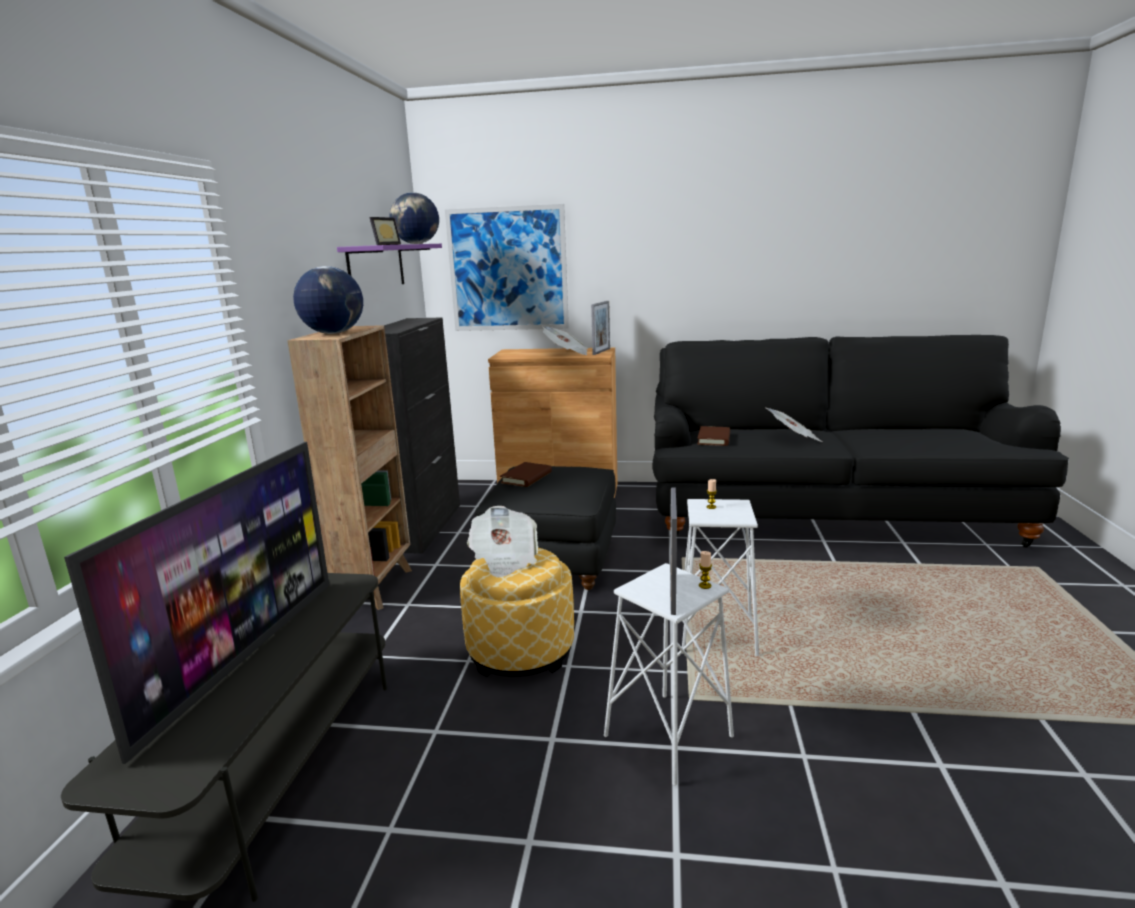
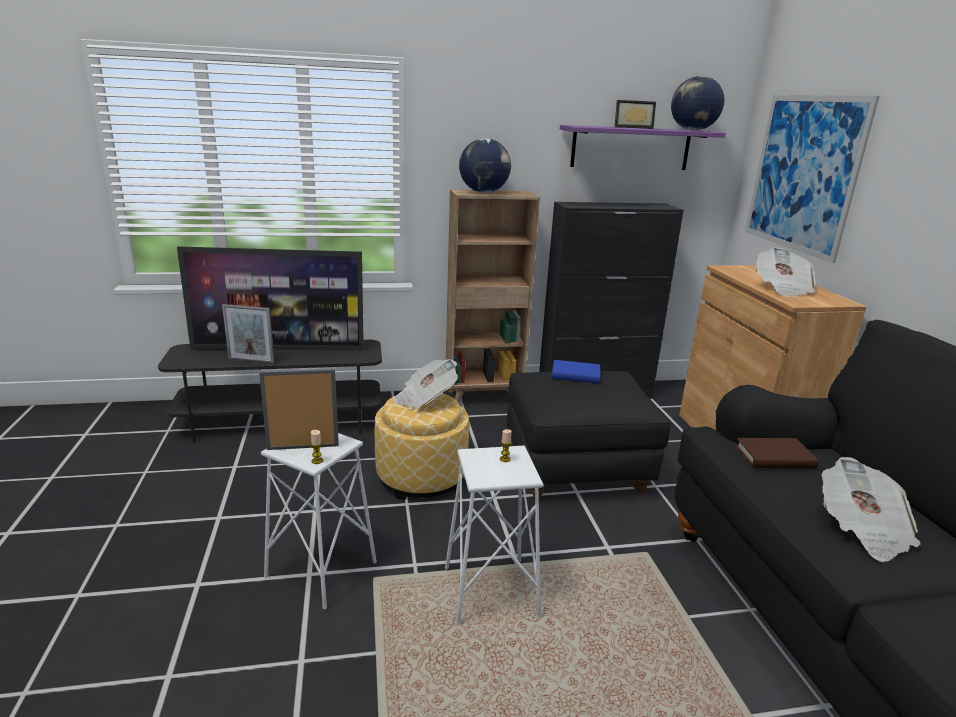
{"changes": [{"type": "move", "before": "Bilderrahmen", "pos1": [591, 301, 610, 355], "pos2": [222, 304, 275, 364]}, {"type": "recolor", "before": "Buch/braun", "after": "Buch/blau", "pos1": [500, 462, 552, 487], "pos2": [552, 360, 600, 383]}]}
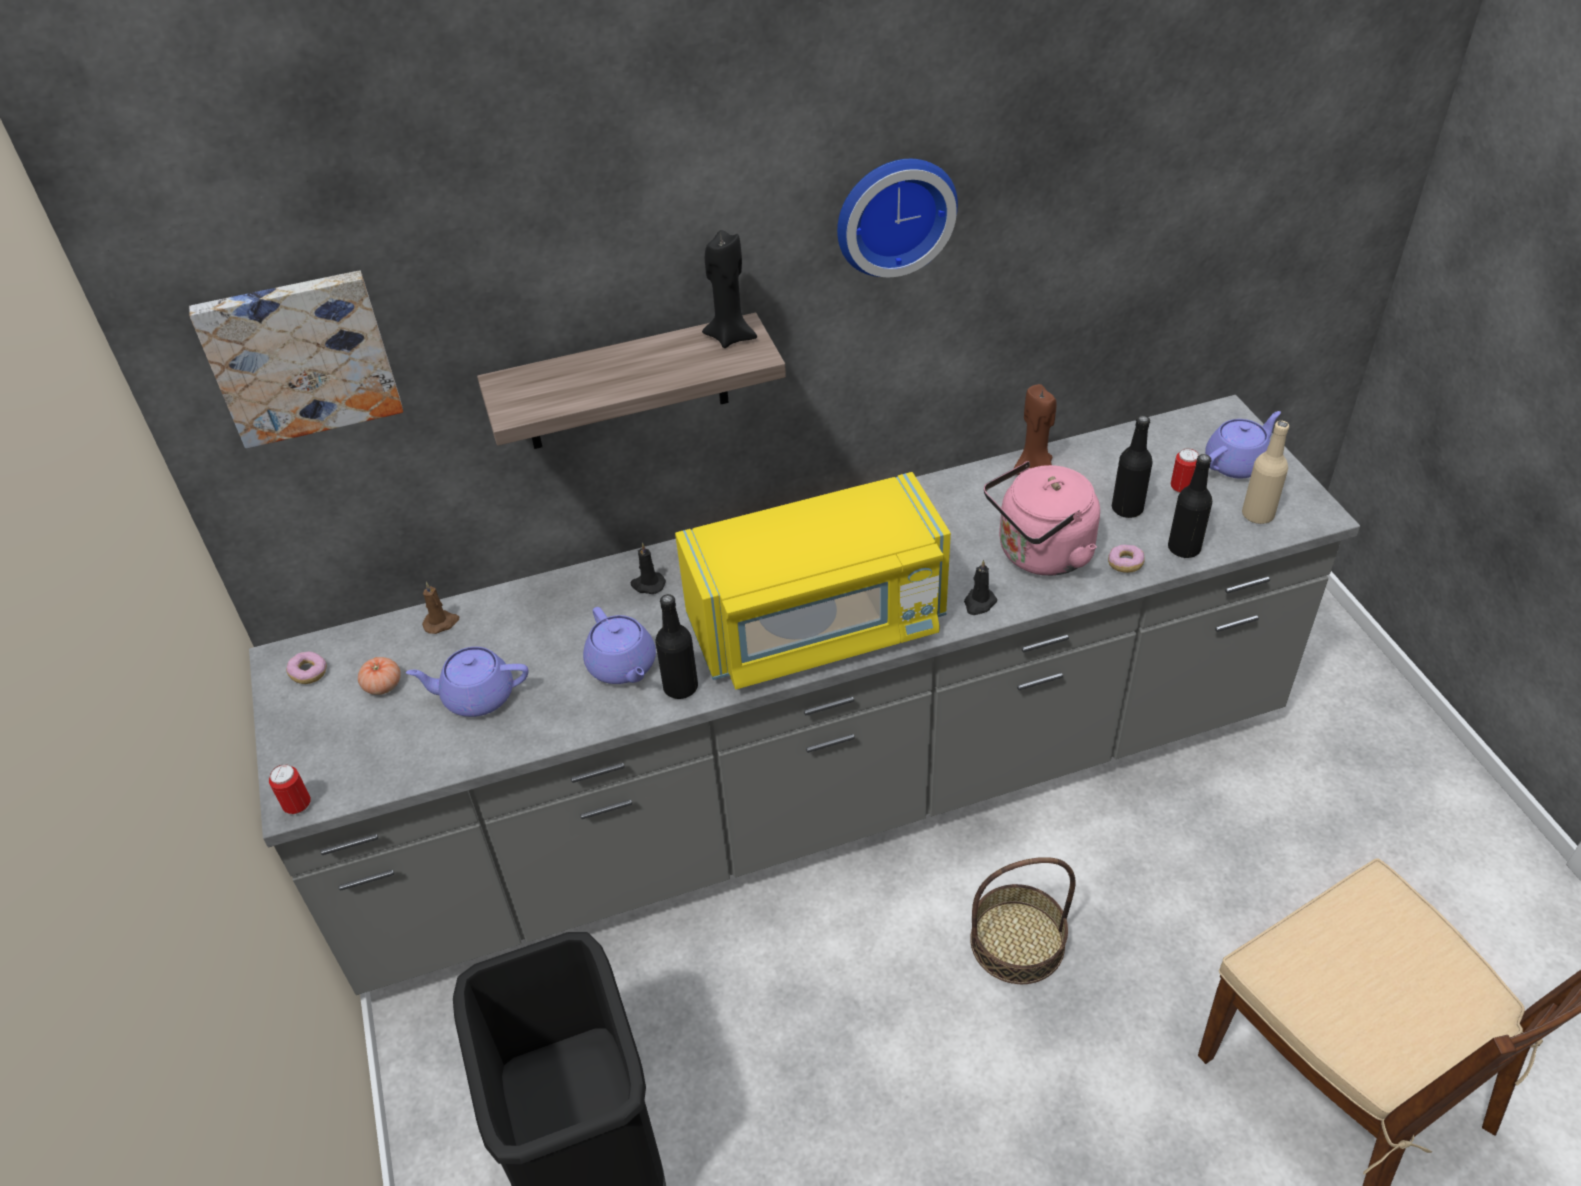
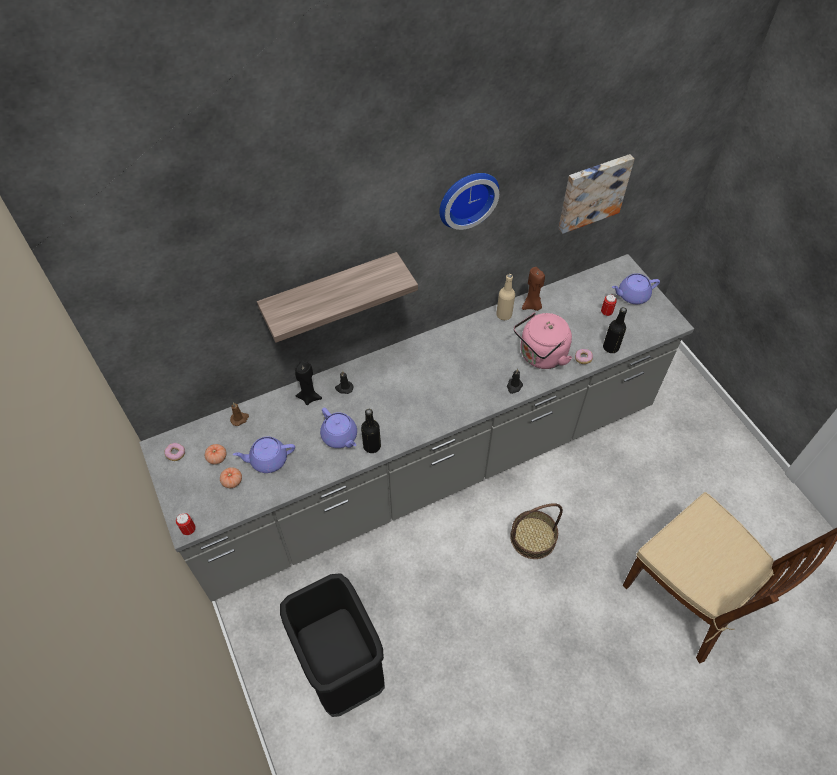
{"changes": [{"type": "insert", "after": "Tomate", "pos2": [220, 467, 242, 488]}, {"type": "move", "before": "Kerze/schwarz", "pos1": [702, 230, 757, 348], "pos2": [295, 360, 322, 405]}, {"type": "move", "before": "Flasche/beige", "pos1": [1242, 421, 1289, 524], "pos2": [496, 274, 515, 320]}, {"type": "move", "before": "Bild", "pos1": [189, 271, 403, 449], "pos2": [558, 154, 635, 234]}, {"type": "rotate", "before": "Teekanne/lila", "pos1": [1205, 411, 1281, 479], "pos2": [612, 273, 660, 304], "turn": -150}, {"type": "delete", "before": "Mikrowelle/gelb", "pos1": [675, 472, 951, 690]}, {"type": "delete", "before": "Flasche/schwarz", "pos1": [1112, 415, 1153, 518]}]}
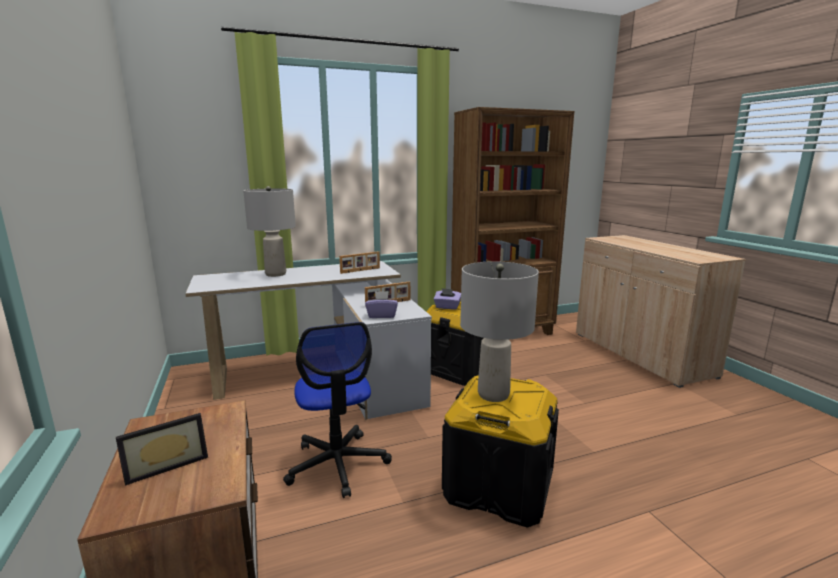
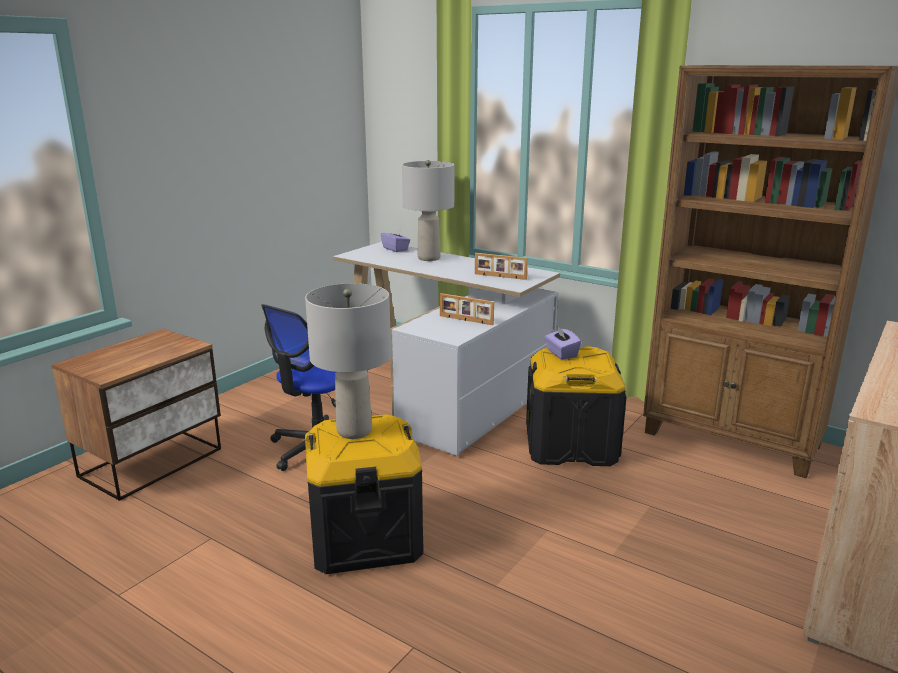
{"changes": [{"type": "move", "before": "Taschentuchbox/lila", "pos1": [365, 291, 398, 318], "pos2": [381, 227, 410, 252]}, {"type": "delete", "before": "Bilderrahmen", "pos1": [116, 413, 208, 486]}]}
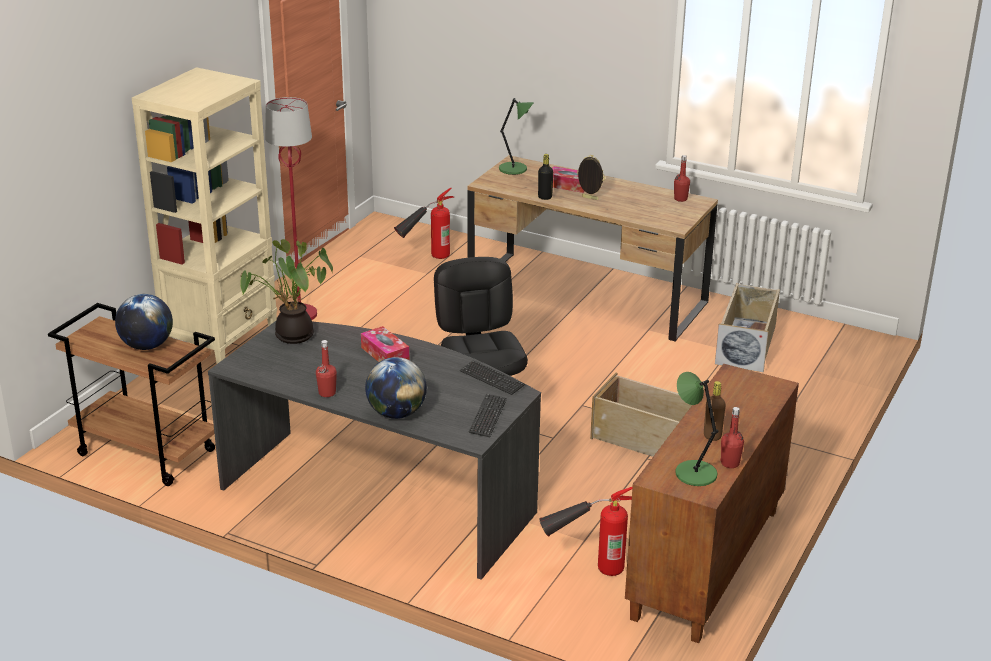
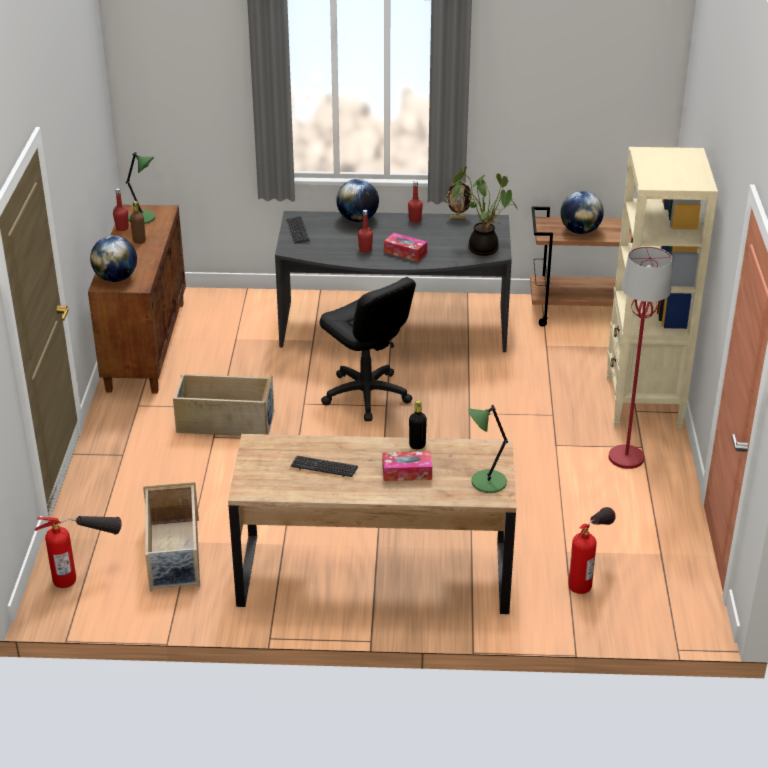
{"changes": [{"type": "move", "before": "Feuerlöscher", "pos1": [540, 486, 633, 576], "pos2": [34, 516, 122, 588]}, {"type": "insert", "after": "Globus", "pos2": [90, 236, 137, 282]}, {"type": "move", "before": "Tastatur", "pos1": [460, 360, 525, 395], "pos2": [291, 456, 358, 477]}, {"type": "move", "before": "Flasche/rot", "pos1": [674, 155, 690, 202], "pos2": [358, 210, 373, 253]}, {"type": "move", "before": "Bilderrahmen", "pos1": [577, 155, 605, 200], "pos2": [445, 181, 473, 219]}]}
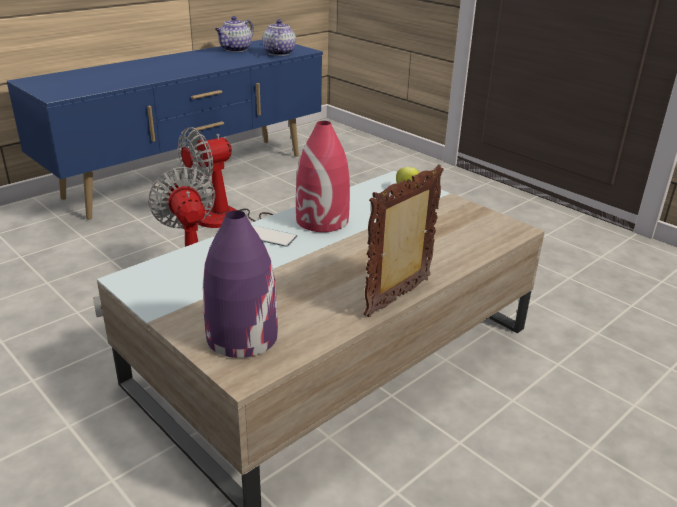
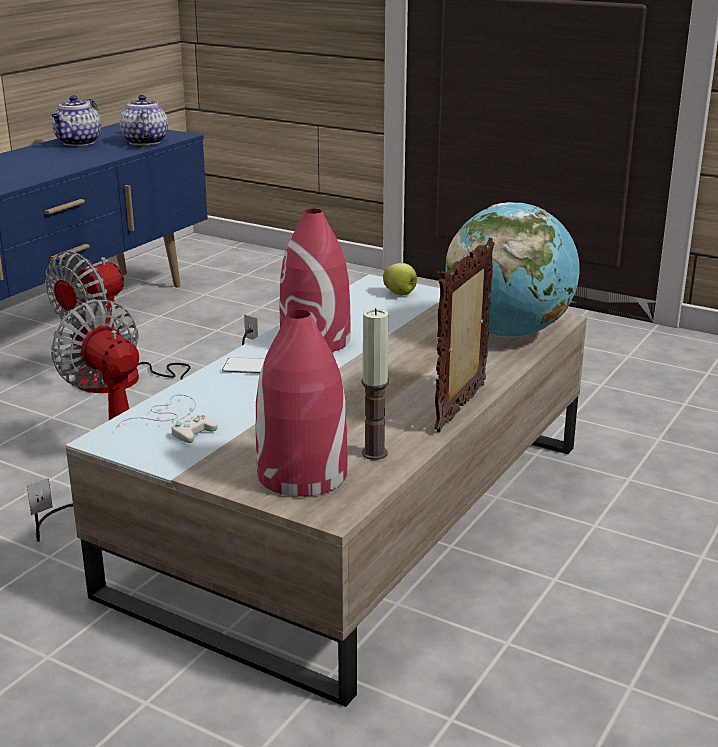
{"changes": [{"type": "insert", "after": "Gamepad/weiß", "pos2": [116, 395, 218, 443]}, {"type": "recolor", "before": "Vase/lila", "after": "Vase/rot", "pos1": [203, 211, 278, 358], "pos2": [256, 310, 348, 497]}, {"type": "insert", "after": "Kerze", "pos2": [361, 308, 389, 460]}, {"type": "insert", "after": "Globus", "pos2": [446, 202, 580, 337]}]}
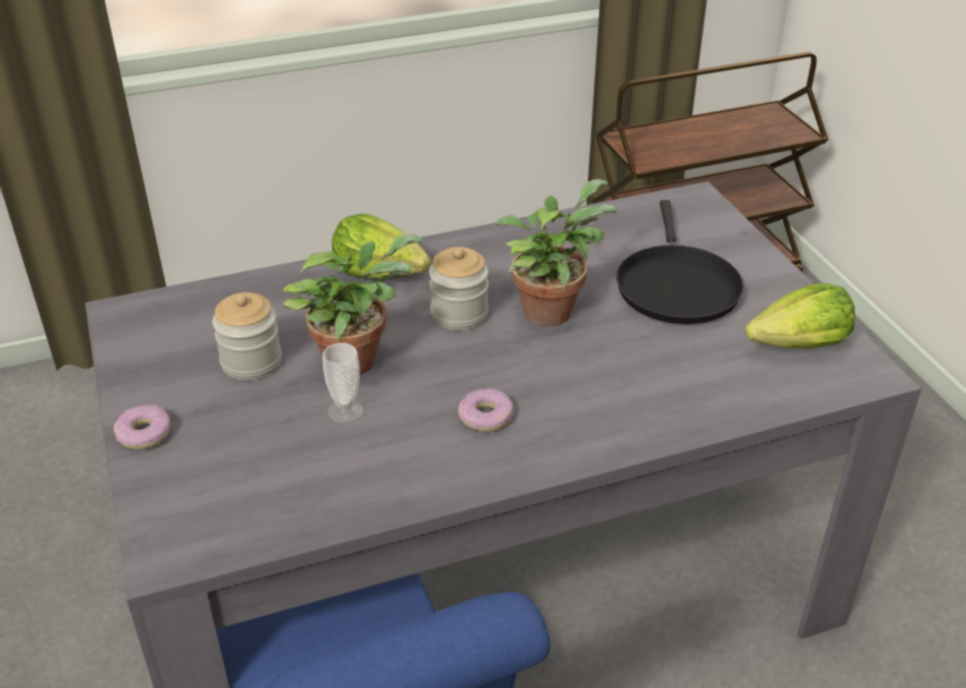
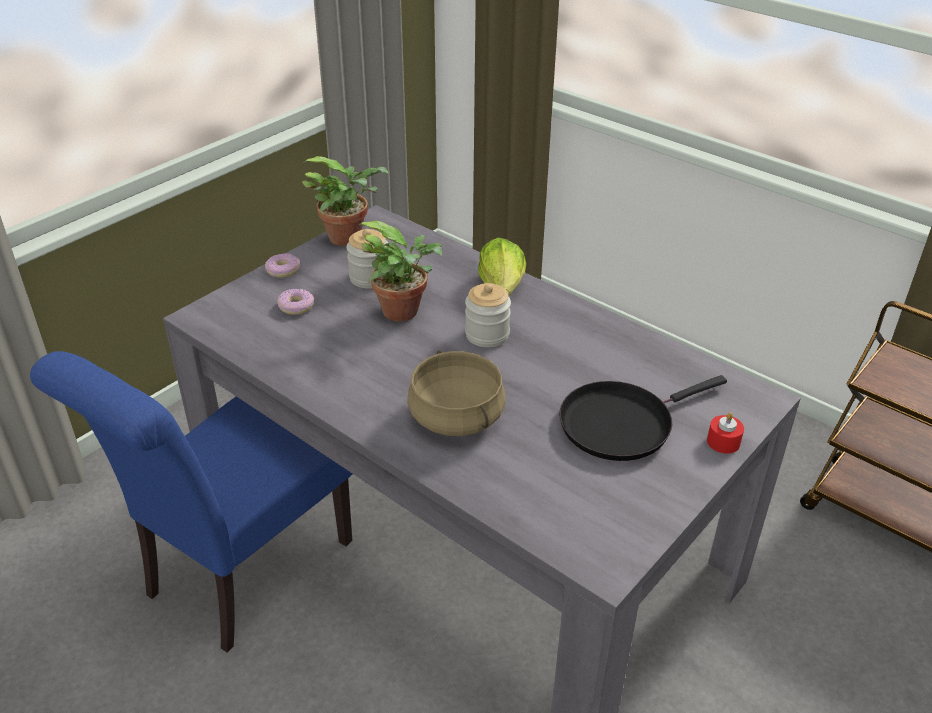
{"changes": [{"type": "move", "before": "Donut", "pos1": [458, 389, 513, 432], "pos2": [277, 289, 314, 315]}, {"type": "move", "before": "Topfpflanze", "pos1": [495, 179, 616, 327], "pos2": [302, 156, 388, 246]}, {"type": "insert", "after": "Kochtopf/beige", "pos2": [407, 350, 505, 436]}, {"type": "insert", "after": "Kerze/rot", "pos2": [707, 412, 744, 454]}, {"type": "delete", "before": "Tasse", "pos1": [322, 343, 364, 423]}, {"type": "delete", "before": "Salatkopf", "pos1": [745, 283, 855, 349]}]}
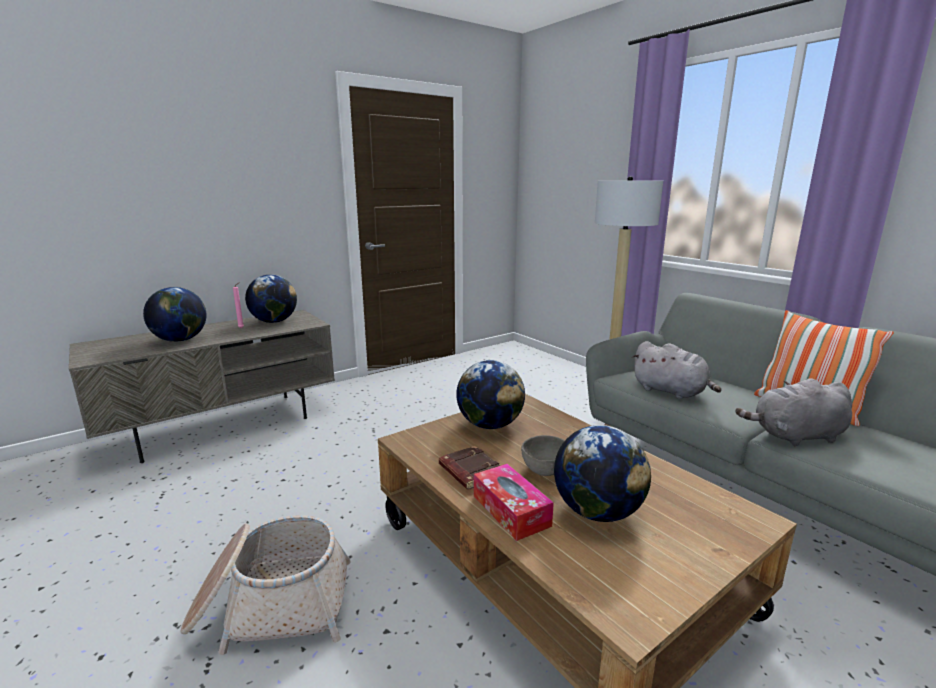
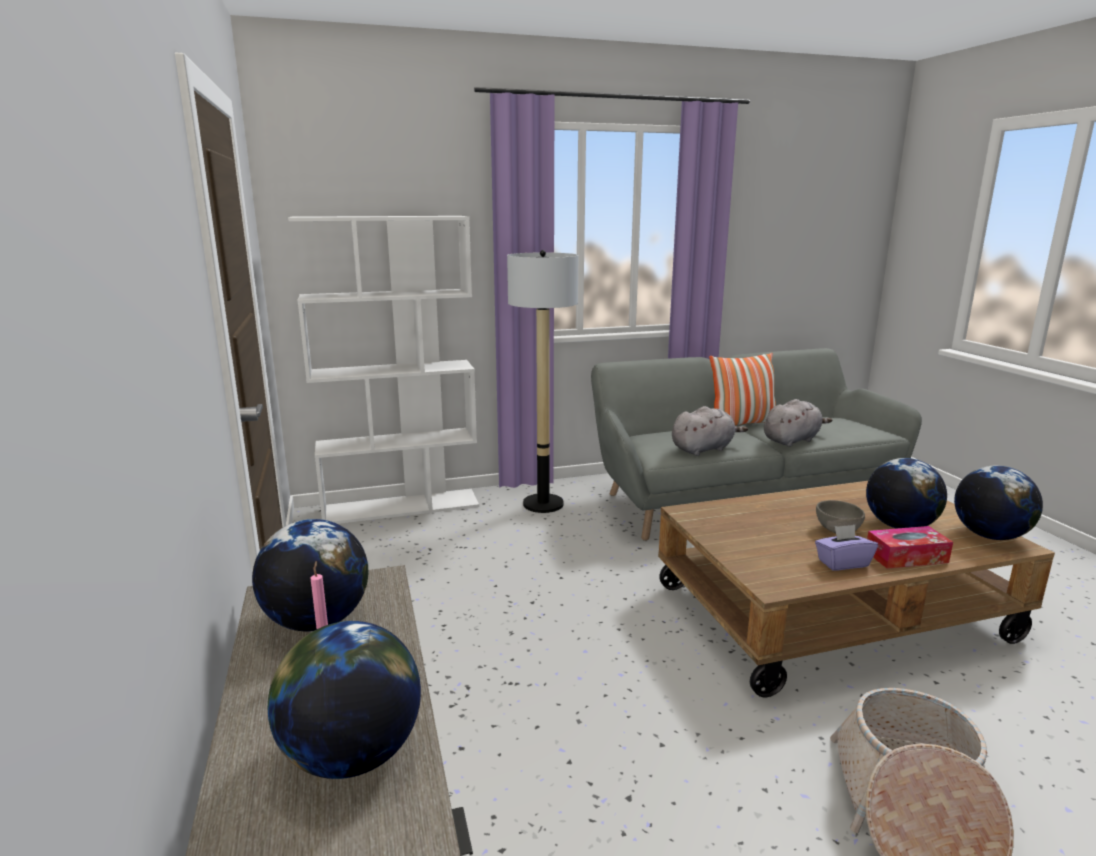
{"changes": [{"type": "insert", "after": "Bücherregal/weiß", "pos2": [288, 216, 479, 524]}, {"type": "rotate", "before": "Plüschtier/grau", "pos1": [735, 378, 852, 446], "pos2": [764, 399, 833, 447], "turn": -135}, {"type": "replace", "before": "Buch/braun", "after": "Taschentuchbox/lila", "pos1": [439, 446, 500, 490], "pos2": [815, 525, 878, 571]}, {"type": "move", "before": "Globus", "pos1": [456, 360, 525, 429], "pos2": [954, 466, 1043, 540]}]}
